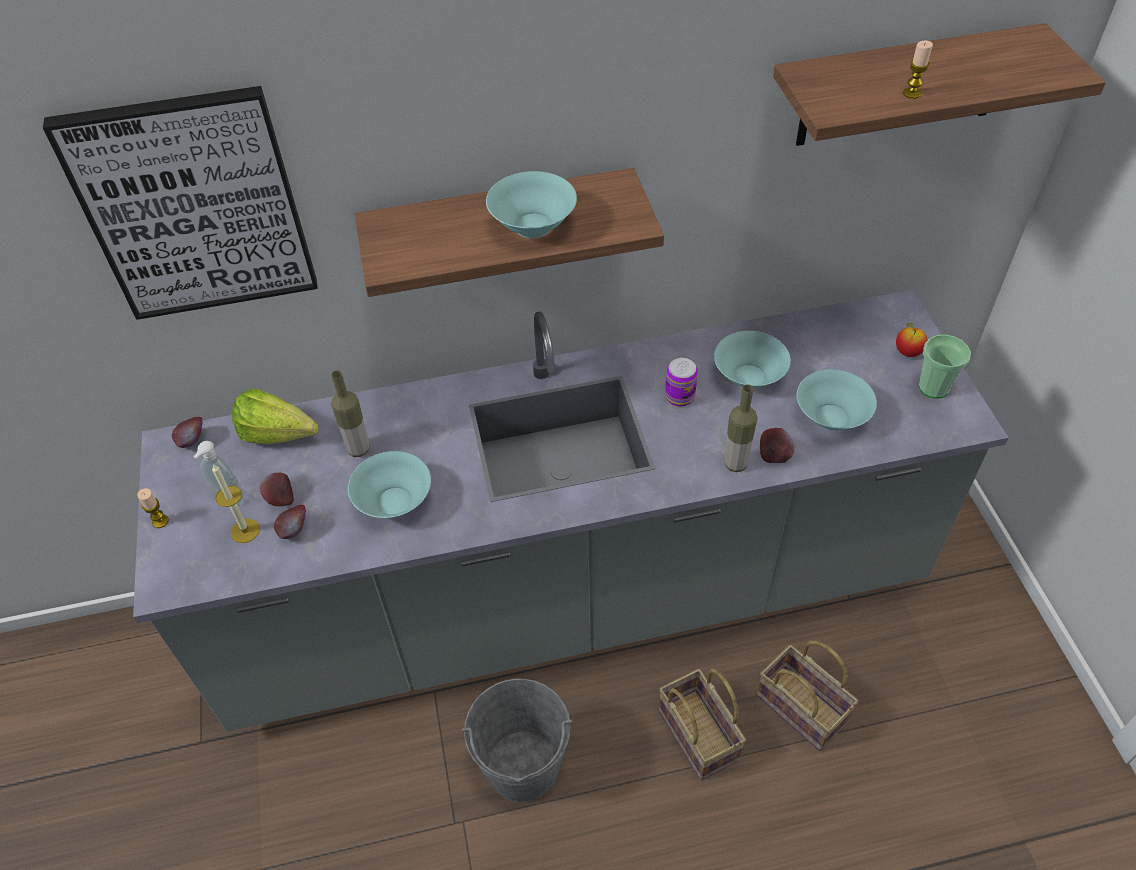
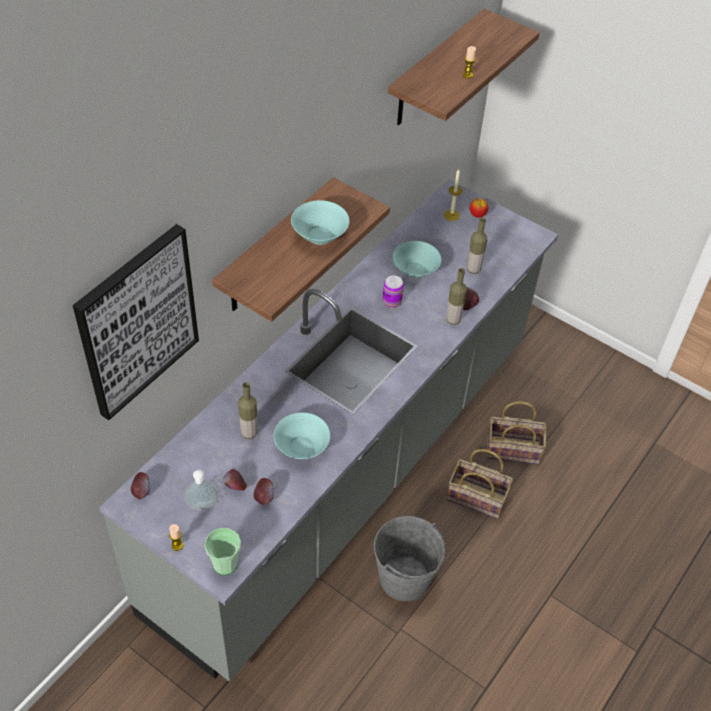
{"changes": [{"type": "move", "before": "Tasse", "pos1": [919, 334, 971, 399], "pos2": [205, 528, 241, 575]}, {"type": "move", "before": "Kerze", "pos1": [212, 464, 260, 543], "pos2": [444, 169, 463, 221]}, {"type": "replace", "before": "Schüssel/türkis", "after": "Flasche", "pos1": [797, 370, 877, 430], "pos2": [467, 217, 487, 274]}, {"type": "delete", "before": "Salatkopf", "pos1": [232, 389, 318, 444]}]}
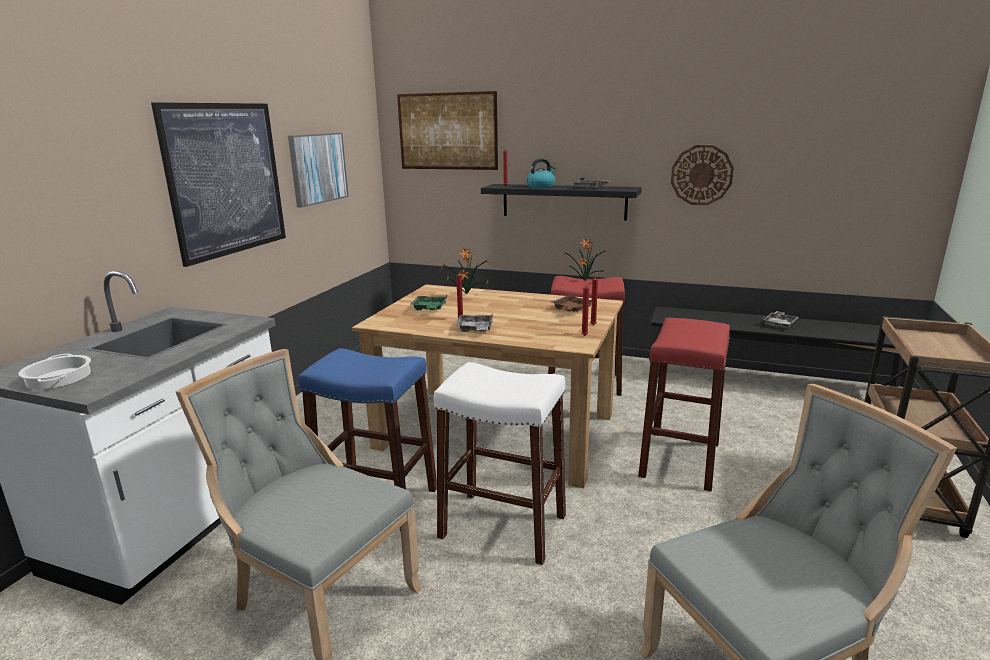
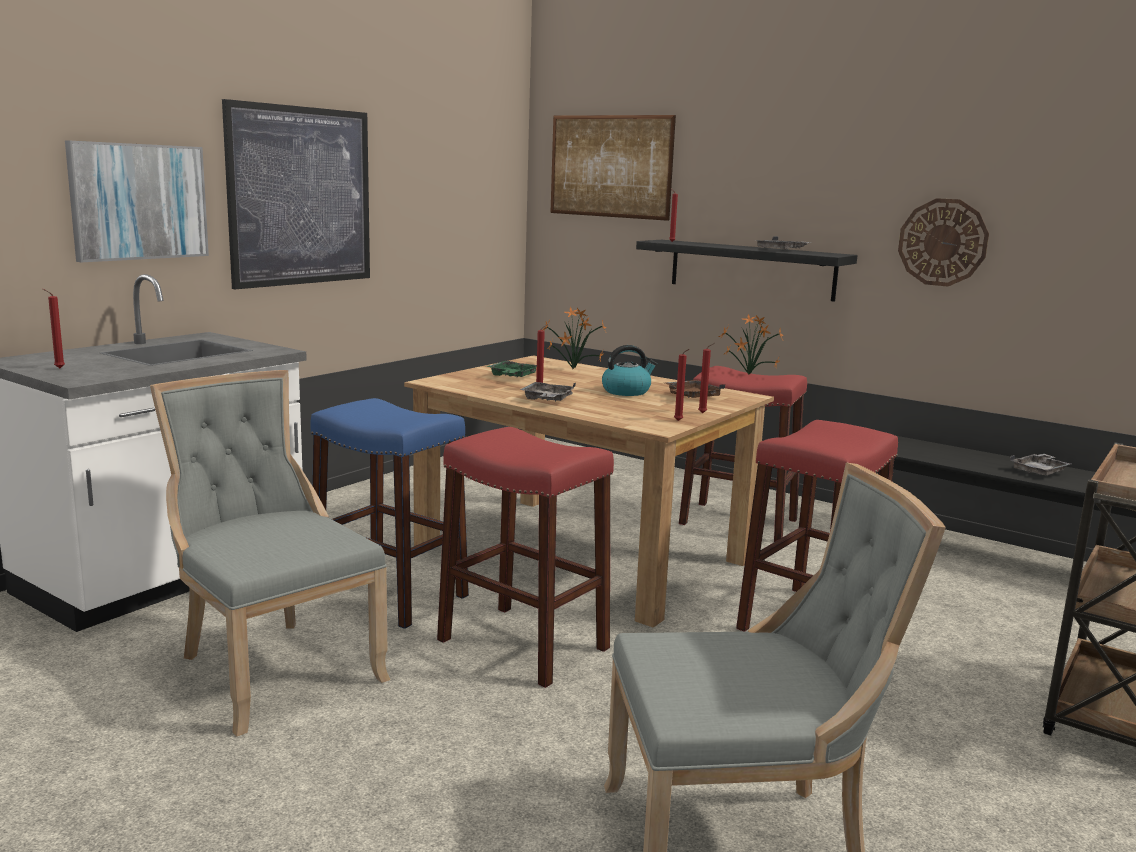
{"changes": [{"type": "replace", "before": "Kochtopf", "after": "Kerze/rot", "pos1": [19, 354, 91, 389], "pos2": [43, 289, 65, 368]}, {"type": "move", "before": "Bild", "pos1": [288, 133, 349, 208], "pos2": [65, 140, 209, 262]}, {"type": "recolor", "before": "Hocker/weiß", "after": "Hocker/rot", "pos1": [434, 362, 566, 565], "pos2": [437, 427, 614, 688]}, {"type": "move", "before": "Wasserkessel", "pos1": [526, 158, 556, 188], "pos2": [602, 345, 657, 396]}]}
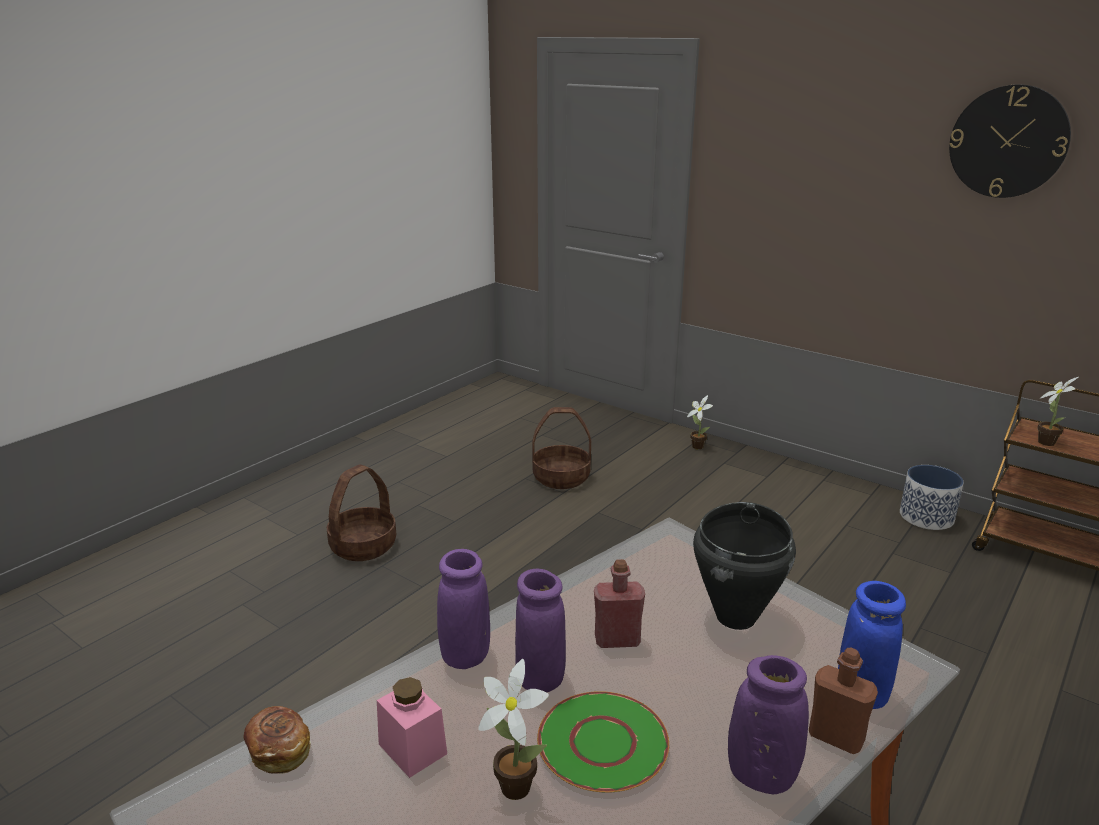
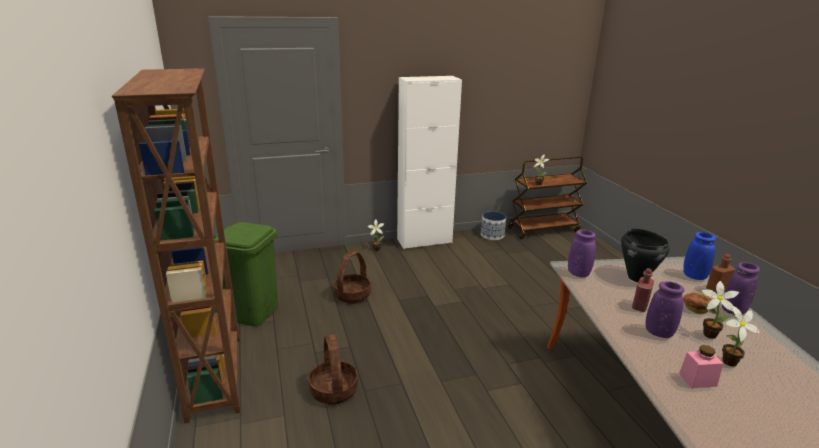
{"changes": [{"type": "insert", "after": "Bücherregal/braun", "pos2": [112, 68, 240, 423]}, {"type": "insert", "after": "Mülleimer/grün", "pos2": [214, 222, 278, 326]}, {"type": "insert", "after": "Schrank/weiß", "pos2": [397, 76, 462, 249]}, {"type": "move", "before": "Vase/lila", "pos1": [437, 549, 490, 669], "pos2": [568, 230, 596, 277]}, {"type": "move", "before": "Brot", "pos1": [244, 706, 311, 774], "pos2": [683, 293, 712, 314]}, {"type": "replace", "before": "Teller/grün", "after": "Topfpflanze", "pos1": [537, 691, 669, 793], "pos2": [702, 281, 739, 339]}, {"type": "delete", "before": "Wanduhr", "pos1": [949, 84, 1071, 198]}]}
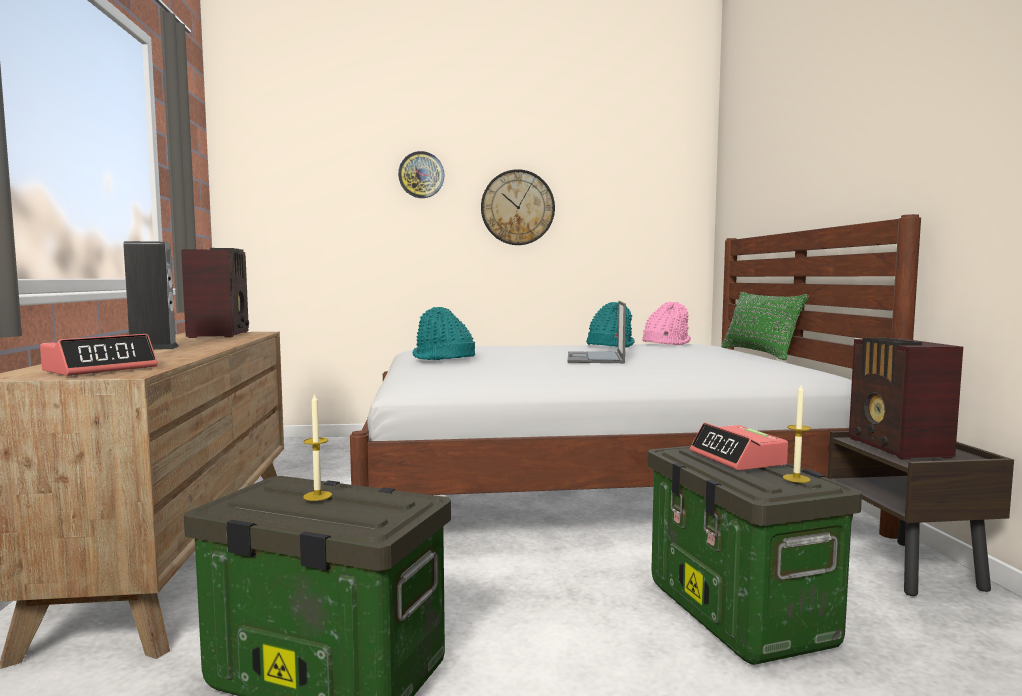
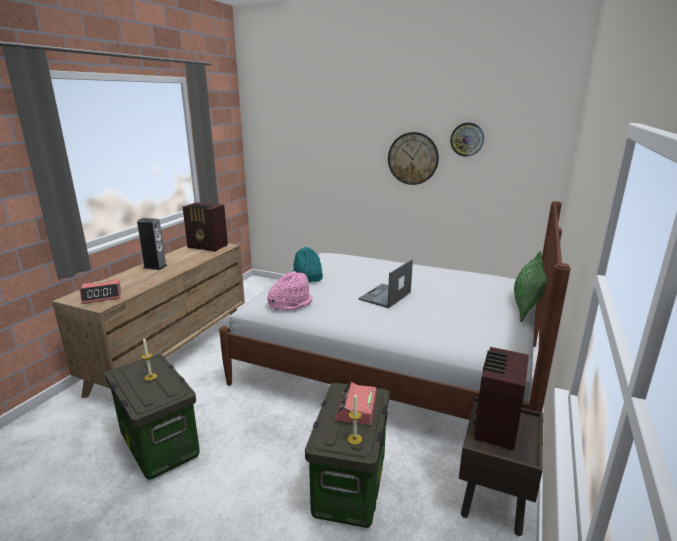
{"changes": [{"type": "rotate", "before": "Radio", "pos1": [181, 248, 249, 338], "pos2": [183, 202, 228, 252], "turn": 90}, {"type": "move", "before": "Hut/rosa", "pos1": [642, 302, 691, 345], "pos2": [267, 271, 312, 311]}, {"type": "move", "before": "Wanduhr", "pos1": [398, 151, 444, 198], "pos2": [450, 123, 484, 157]}, {"type": "delete", "before": "Hut/türkis", "pos1": [586, 302, 635, 347]}]}
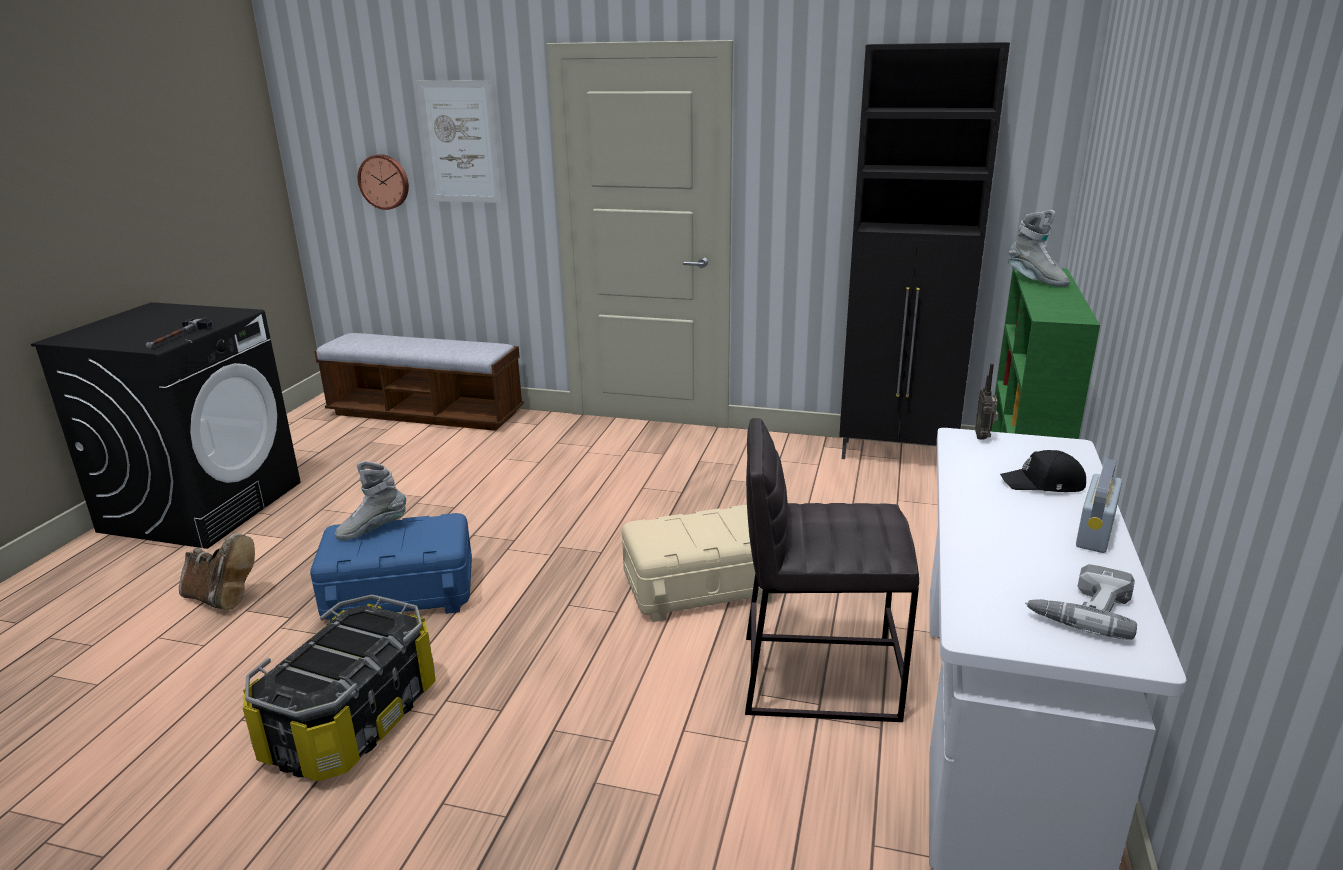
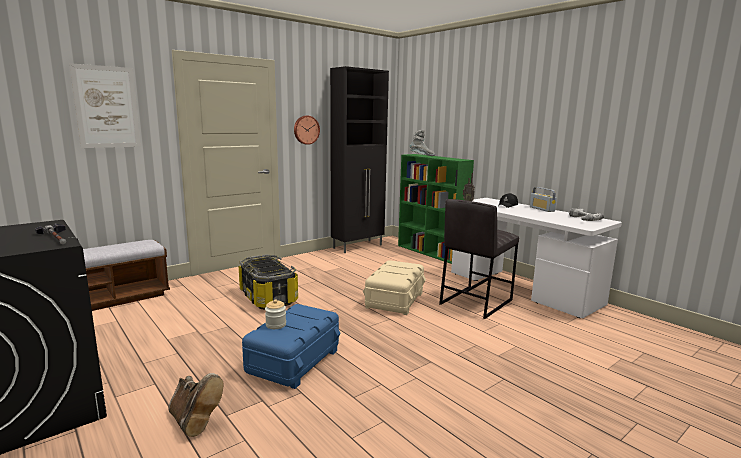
{"changes": [{"type": "rotate", "before": "Stiefel/braun", "pos1": [179, 534, 255, 610], "pos2": [169, 373, 224, 437], "turn": 75}, {"type": "move", "before": "Aufbewahrungsbox", "pos1": [242, 595, 436, 781], "pos2": [239, 255, 298, 310]}, {"type": "replace", "before": "Stiefel/grau", "after": "Vorratsglas", "pos1": [335, 461, 406, 540], "pos2": [265, 299, 286, 329]}, {"type": "move", "before": "Wanduhr", "pos1": [358, 154, 409, 210], "pos2": [294, 116, 320, 145]}]}
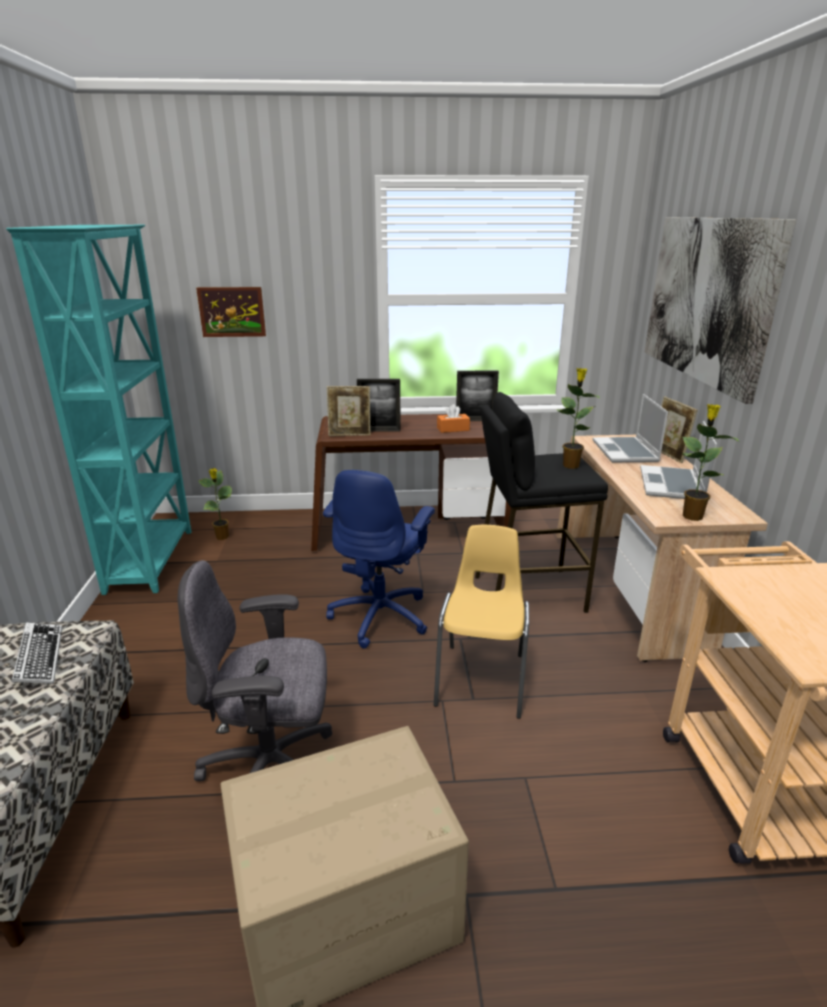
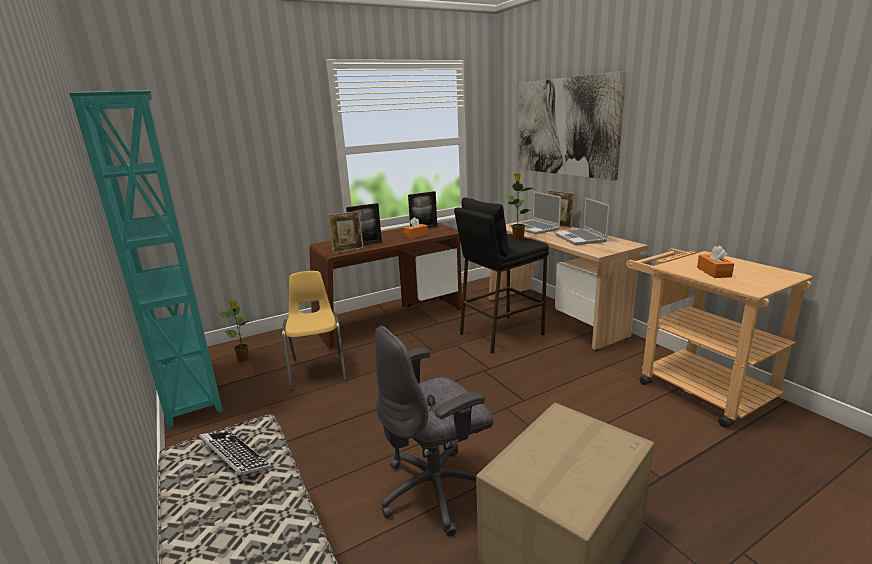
{"changes": [{"type": "move", "before": "Stuhl/gelb", "pos1": [434, 525, 529, 719], "pos2": [282, 271, 347, 391]}, {"type": "insert", "after": "Taschentuchbox/orange", "pos2": [697, 245, 734, 278]}, {"type": "delete", "before": "Bild", "pos1": [196, 287, 266, 337]}, {"type": "delete", "before": "Bürostuhl/blau", "pos1": [323, 470, 435, 649]}, {"type": "delete", "before": "Topfpflanze", "pos1": [682, 404, 739, 521]}]}
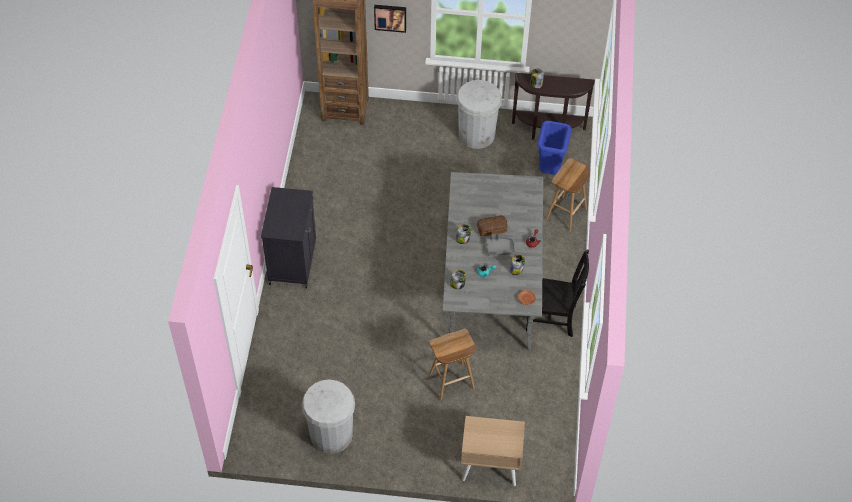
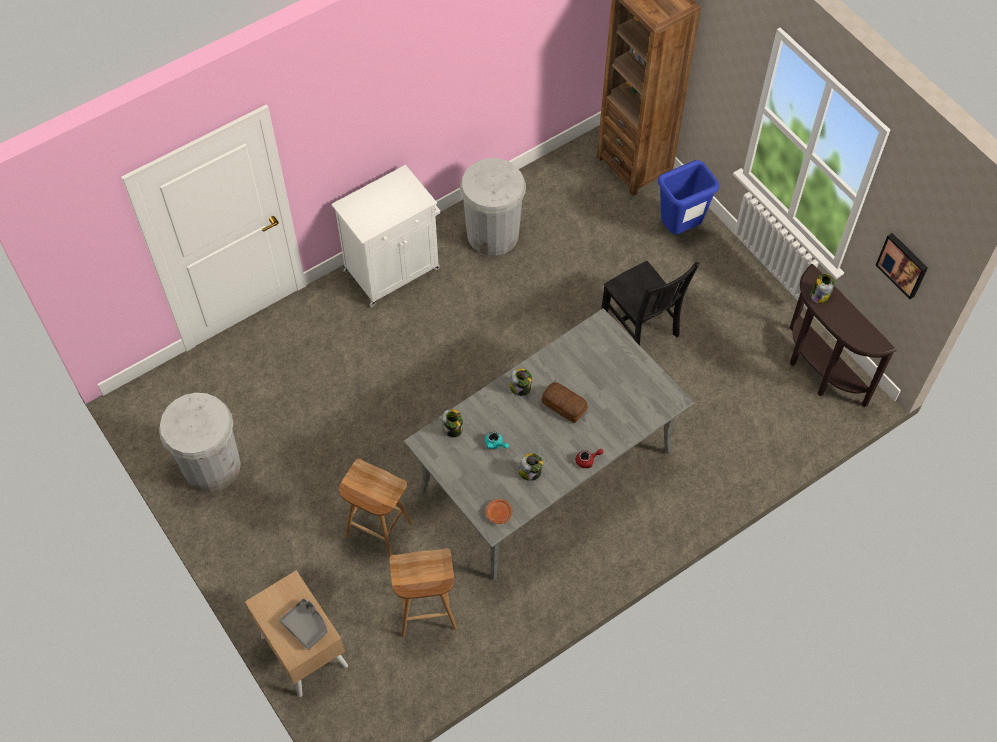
{"changes": [{"type": "move", "before": "Tablett/grau", "pos1": [486, 234, 515, 256], "pos2": [279, 598, 328, 650]}, {"type": "recolor", "before": "Schrank/schwarz", "after": "Schrank/weiß", "pos1": [261, 187, 316, 289], "pos2": [331, 165, 440, 307]}, {"type": "move", "before": "Hocker/braun", "pos1": [546, 158, 590, 232], "pos2": [389, 548, 457, 637]}, {"type": "move", "before": "Mülleimer/weiß", "pos1": [456, 80, 502, 149], "pos2": [460, 158, 526, 256]}, {"type": "move", "before": "Stuhl/schwarz", "pos1": [526, 249, 589, 337], "pos2": [601, 261, 700, 345]}, {"type": "move", "before": "Mülleimer/blau", "pos1": [537, 121, 571, 175], "pos2": [658, 160, 719, 234]}, {"type": "move", "before": "Bild", "pos1": [374, 5, 406, 33], "pos2": [876, 233, 928, 299]}]}
